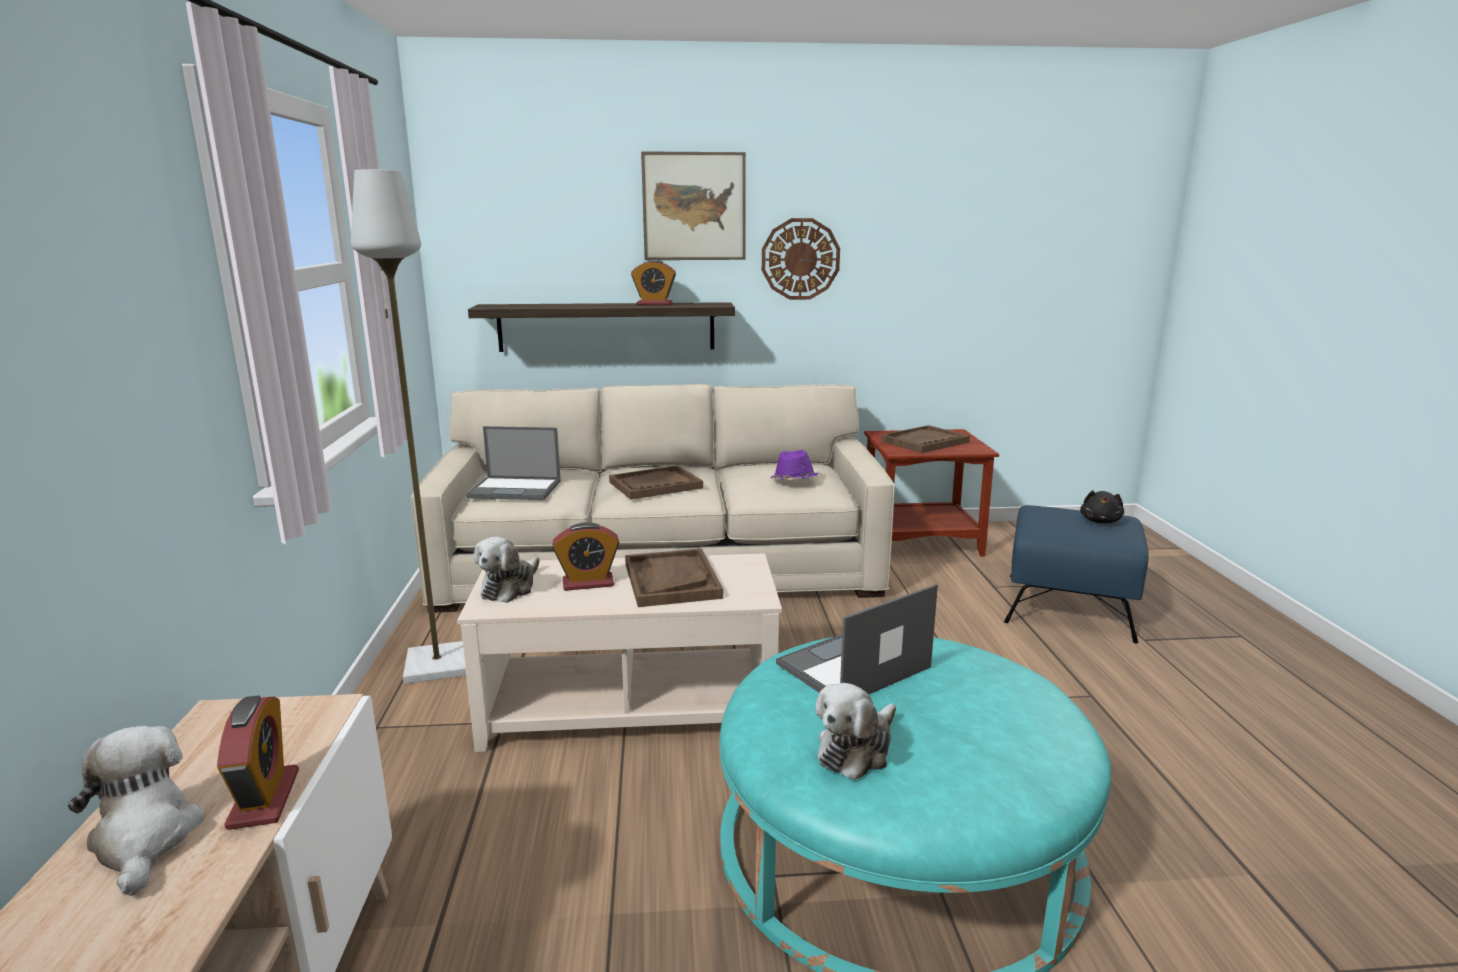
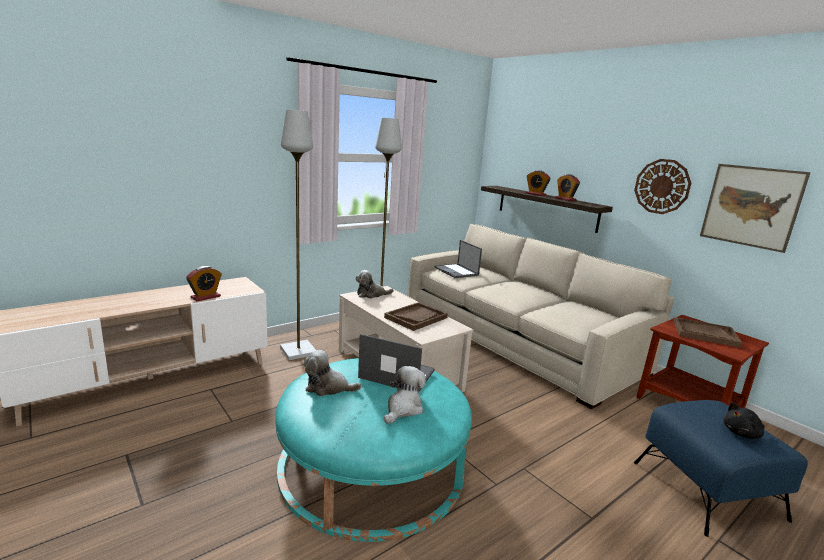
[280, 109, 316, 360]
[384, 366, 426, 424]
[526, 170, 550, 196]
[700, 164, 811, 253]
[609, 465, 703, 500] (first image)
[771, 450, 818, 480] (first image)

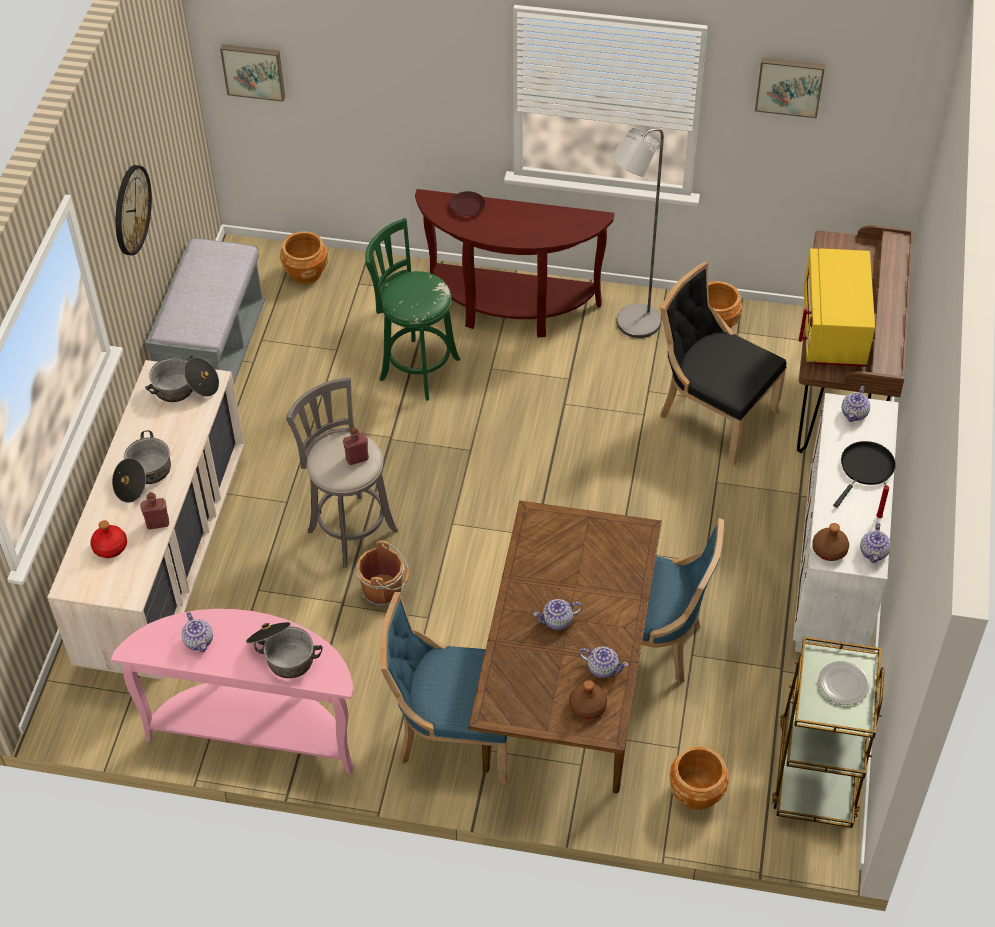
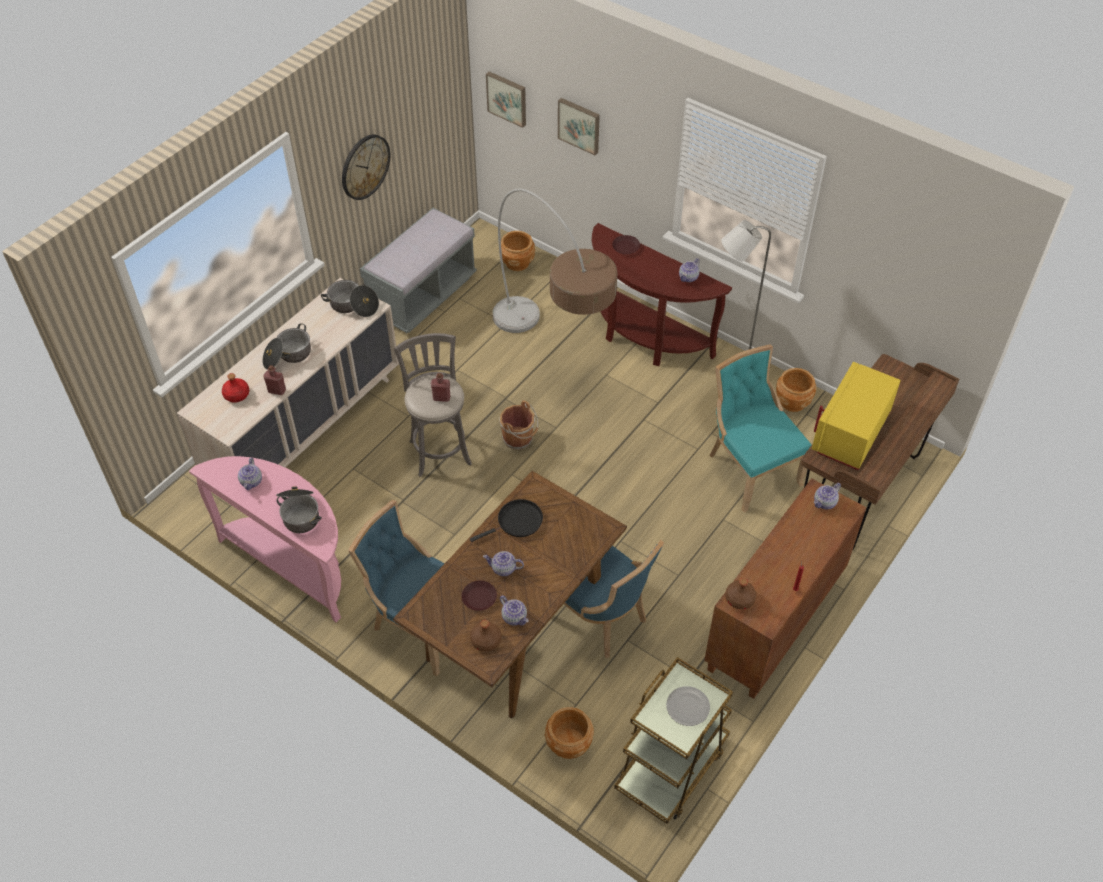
[462, 580, 497, 611]
[470, 499, 543, 542]
[493, 189, 618, 333]
[499, 401, 538, 449]
[558, 98, 600, 155]
[679, 258, 700, 282]
[704, 478, 867, 699]
[709, 344, 812, 512]

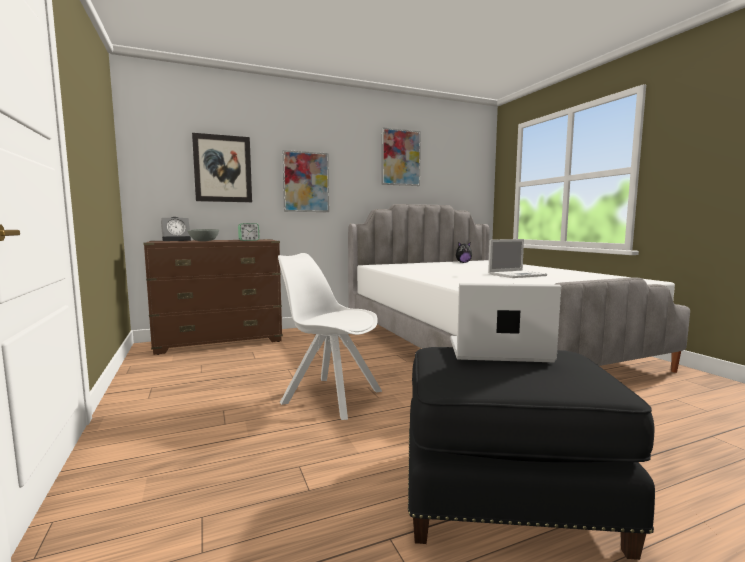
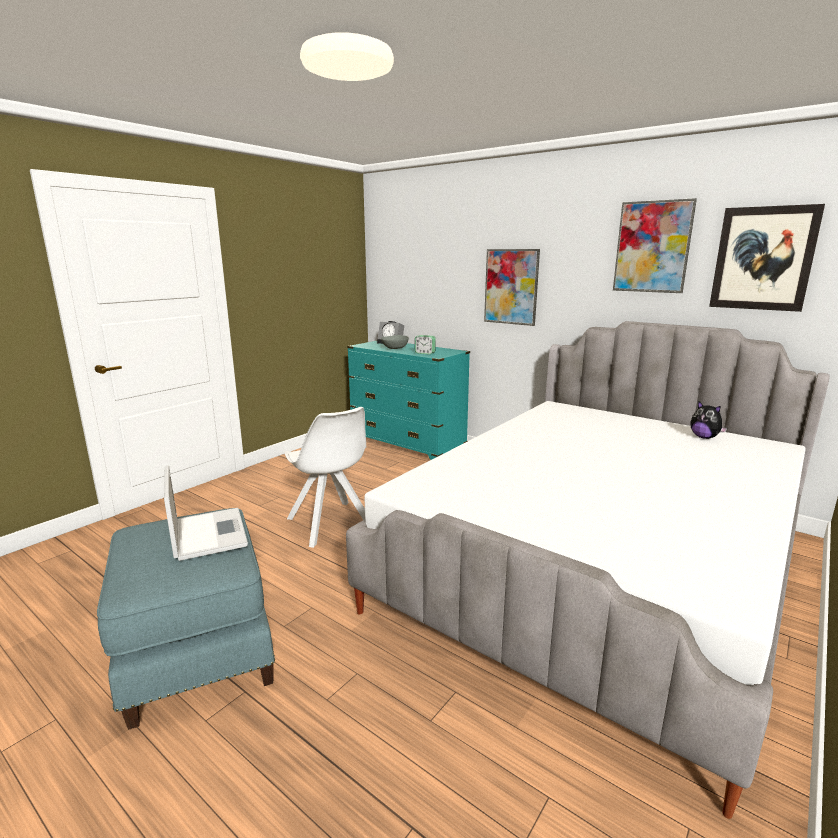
[97, 508, 275, 730]
[284, 407, 366, 548]
[347, 340, 470, 460]
[709, 204, 825, 312]
[488, 239, 547, 278] (first image)

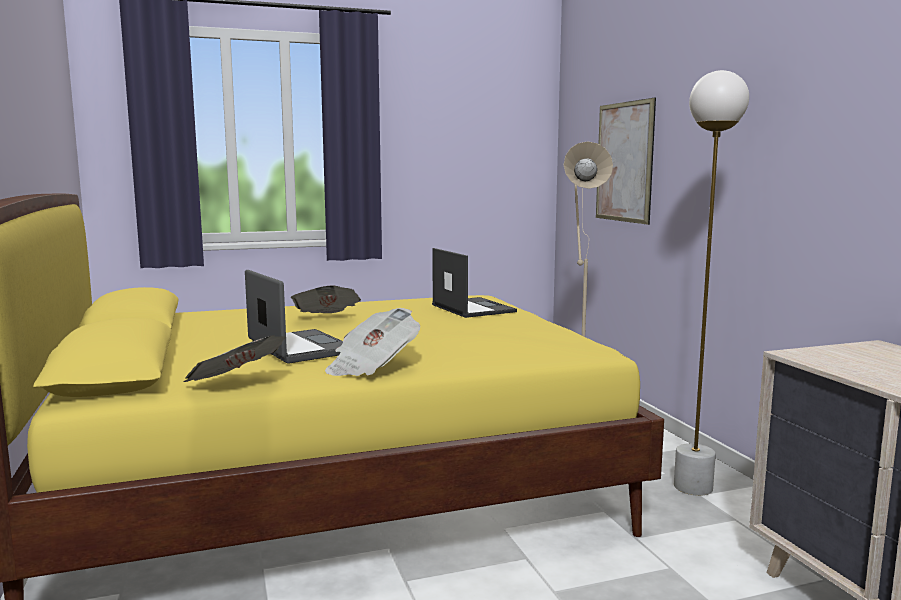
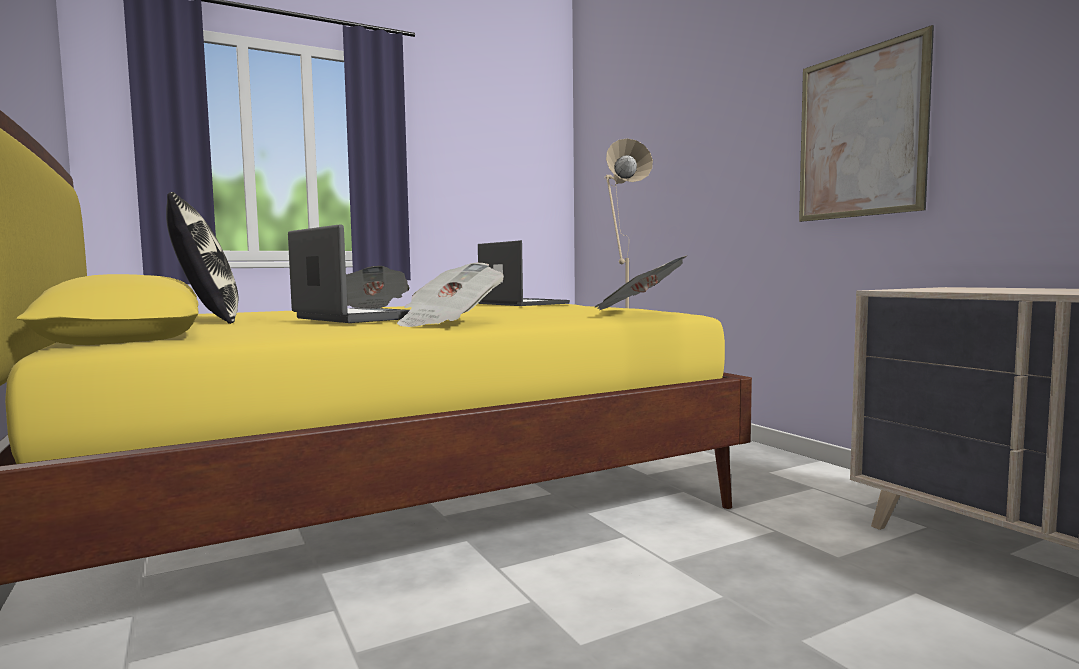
[166, 192, 238, 324]
[595, 255, 688, 310]
[799, 25, 934, 222]
[674, 70, 749, 496] (first image)

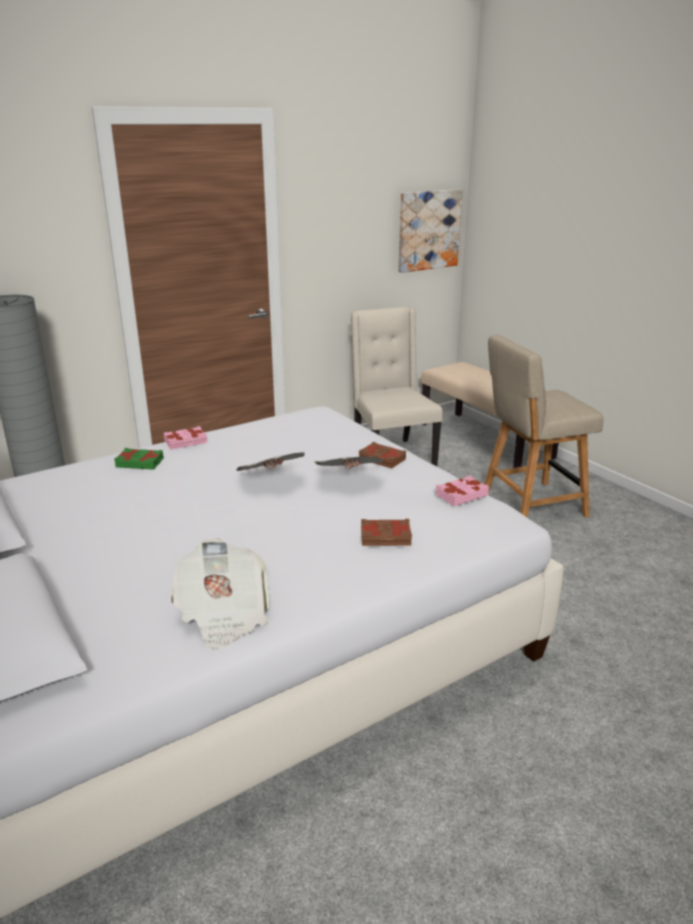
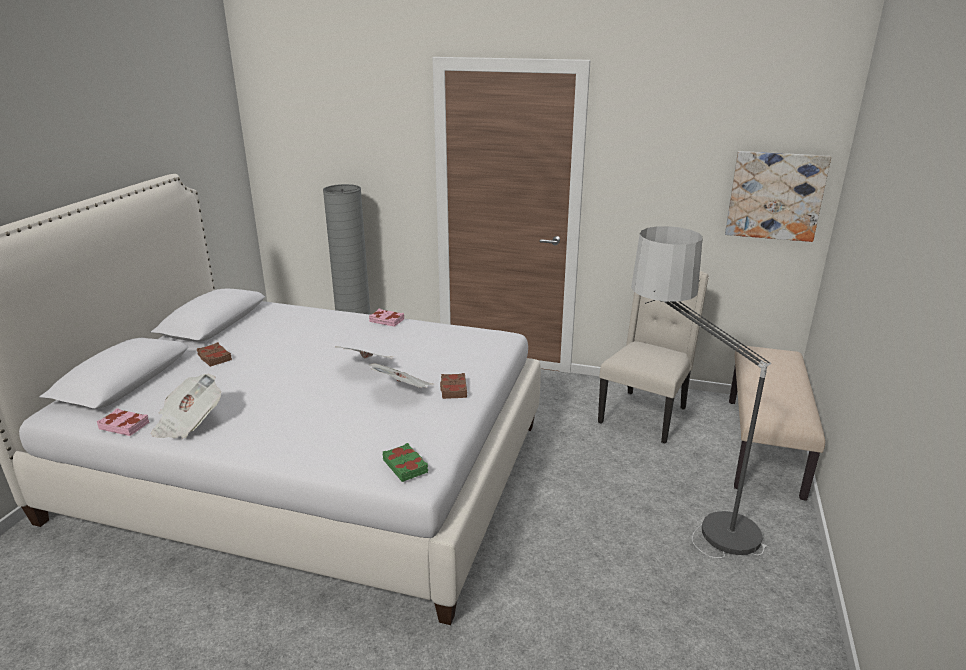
[96, 408, 149, 436]
[197, 342, 232, 367]
[382, 443, 428, 482]
[631, 226, 771, 558]

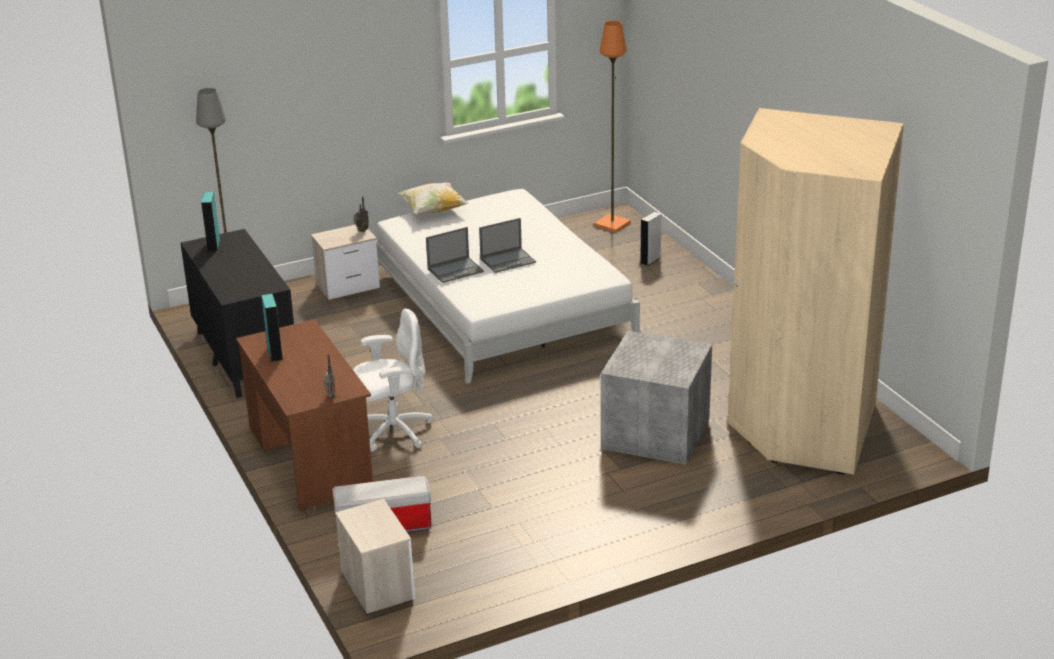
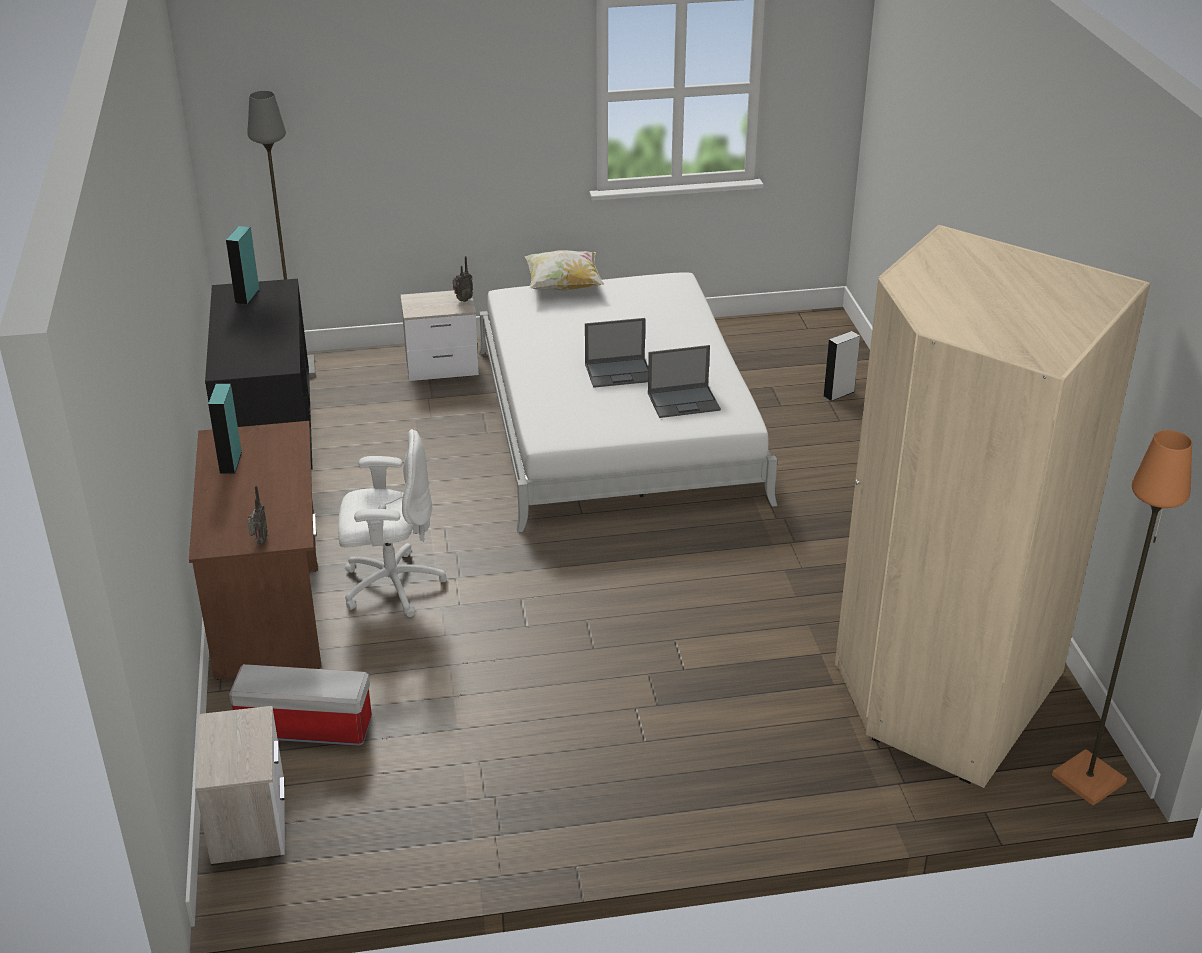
[648, 345, 721, 418]
[1052, 430, 1192, 806]
[601, 331, 712, 465] (first image)

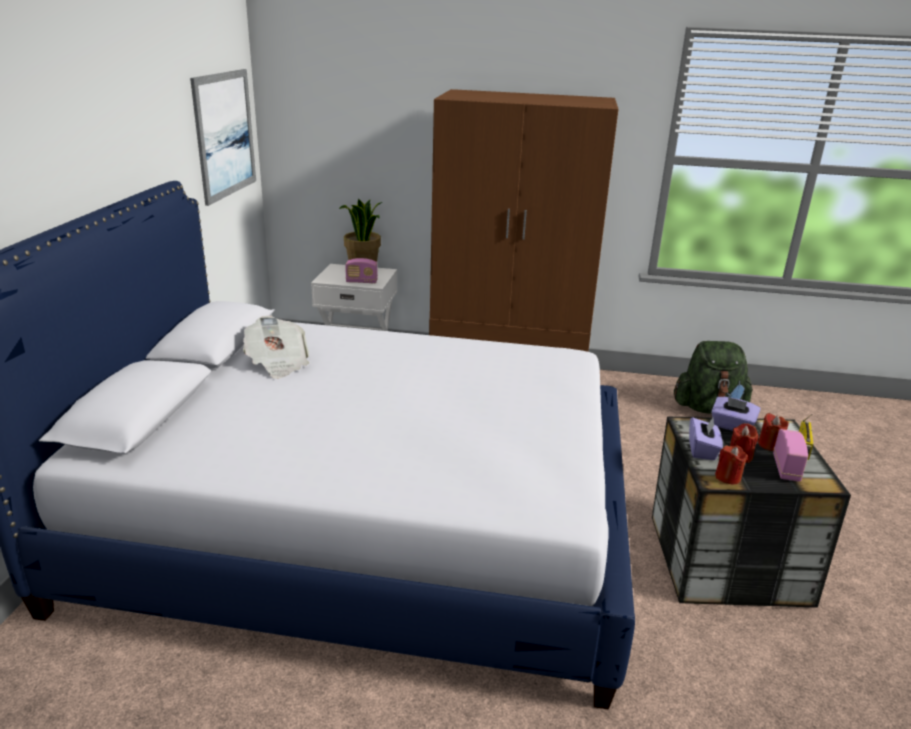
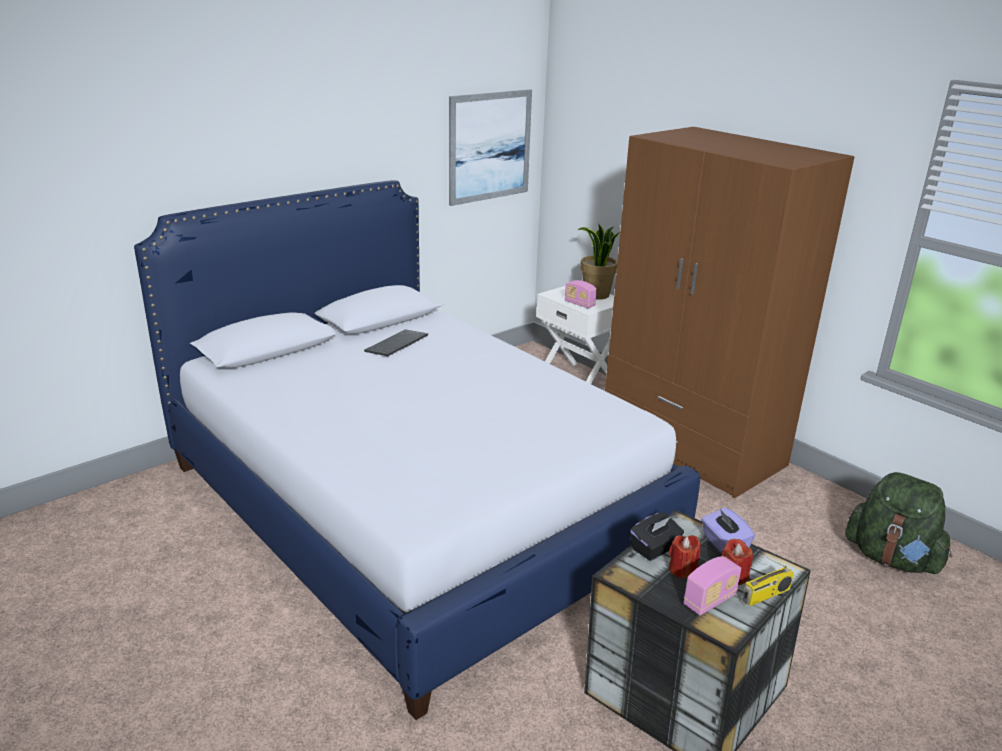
[364, 329, 428, 356]
[630, 512, 684, 561]
[715, 445, 748, 484] (first image)

